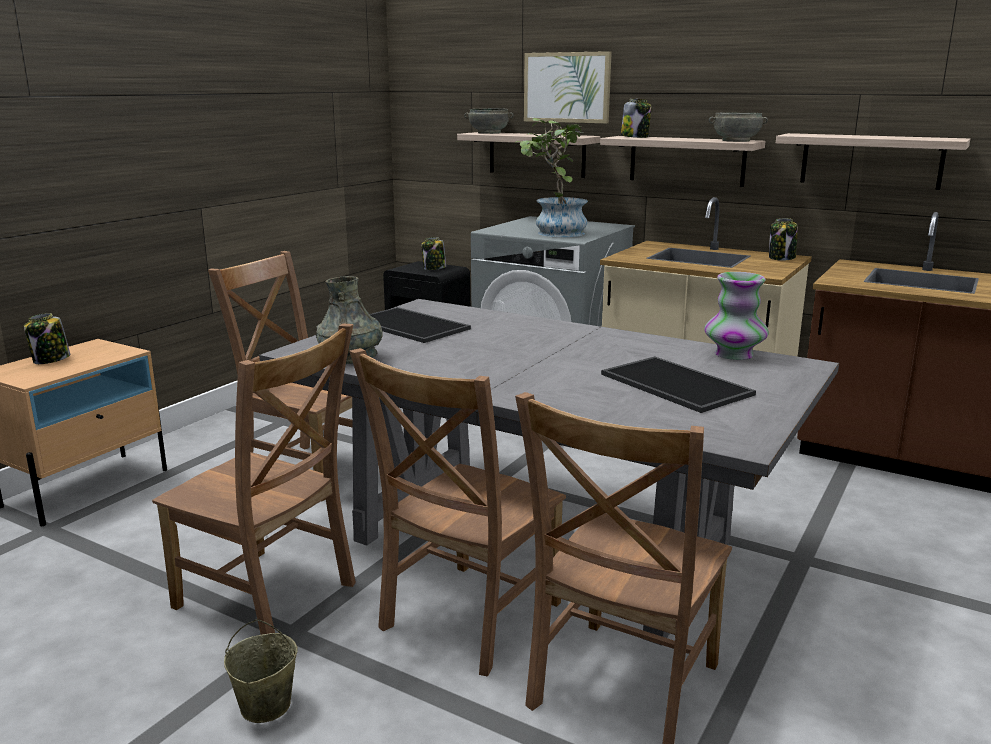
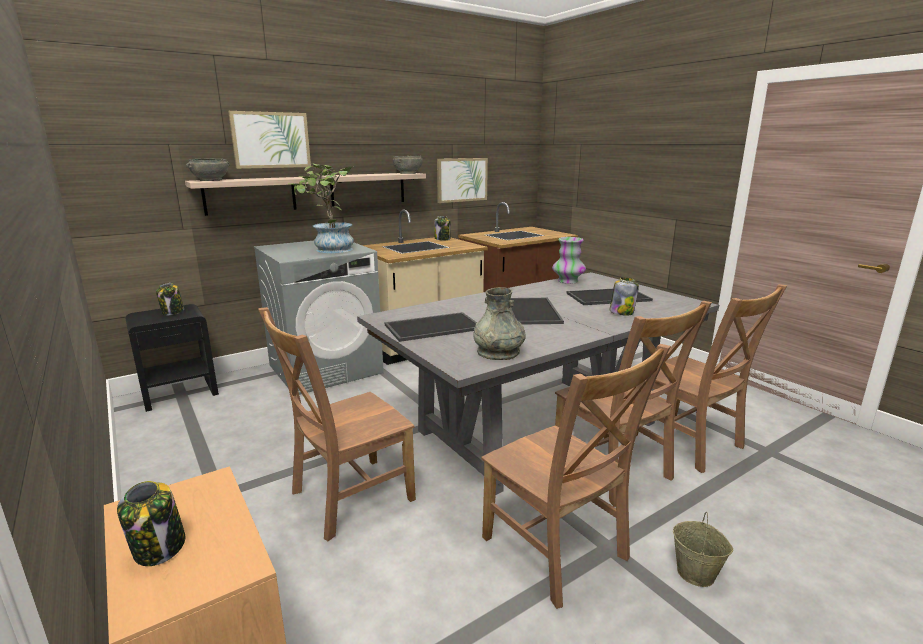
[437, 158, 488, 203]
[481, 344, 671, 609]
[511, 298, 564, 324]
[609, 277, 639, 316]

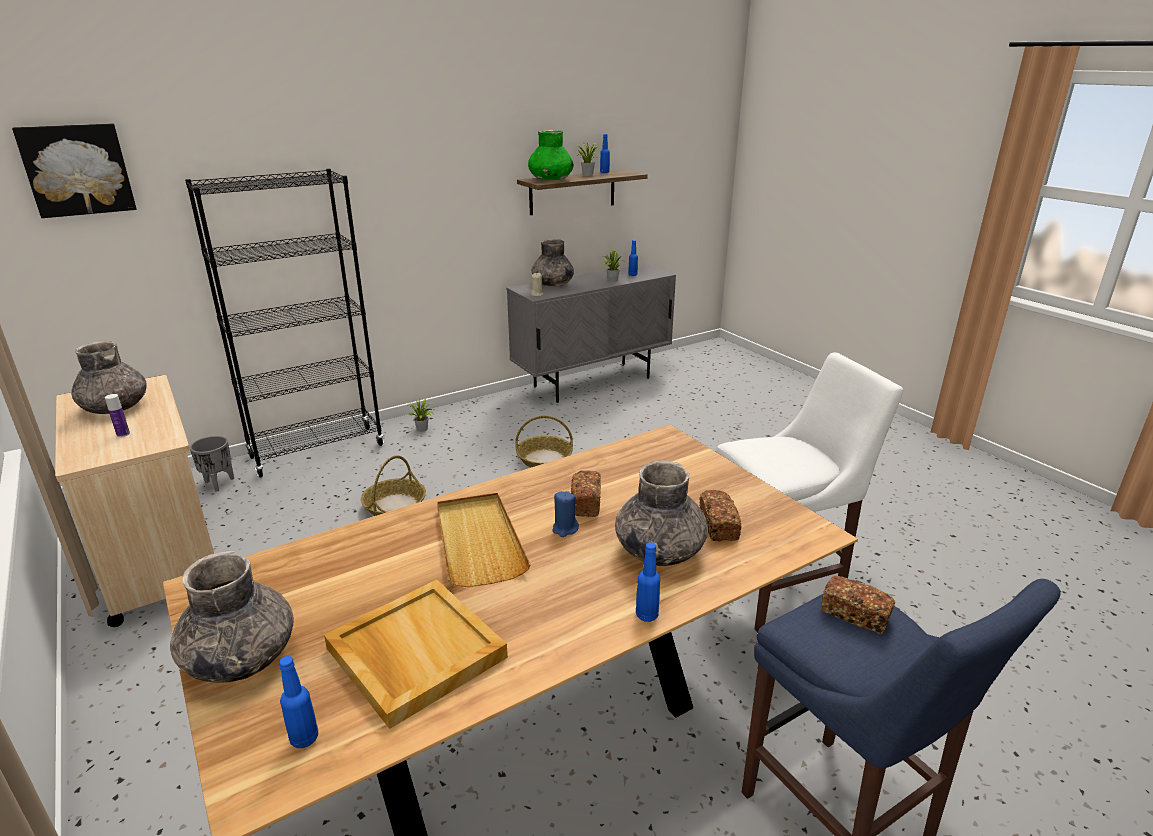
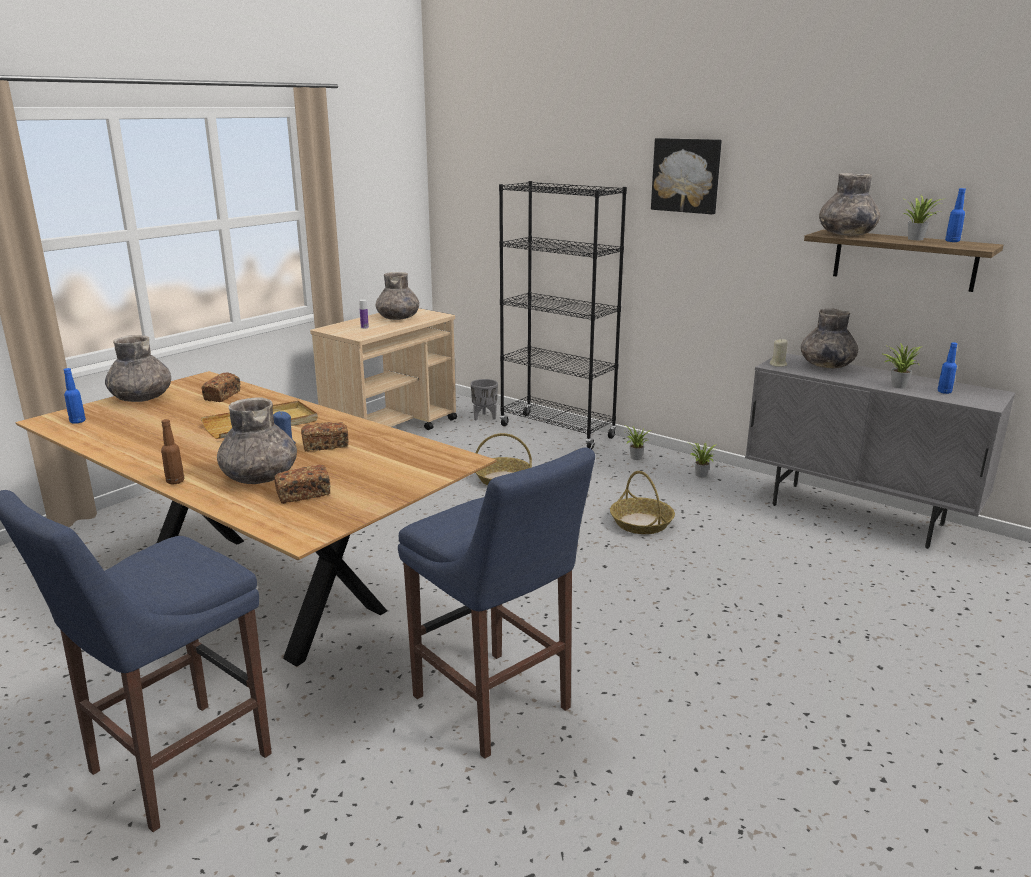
[161, 419, 184, 485]
[202, 373, 241, 402]
[398, 447, 595, 759]
[651, 138, 722, 214]
[686, 442, 717, 477]
[819, 173, 880, 236]
[324, 579, 508, 729] (first image)

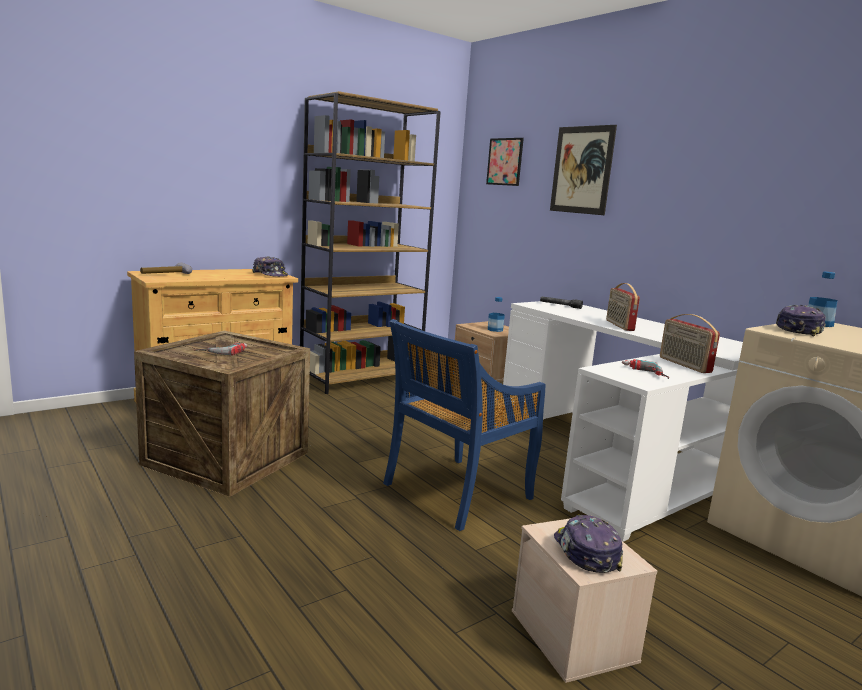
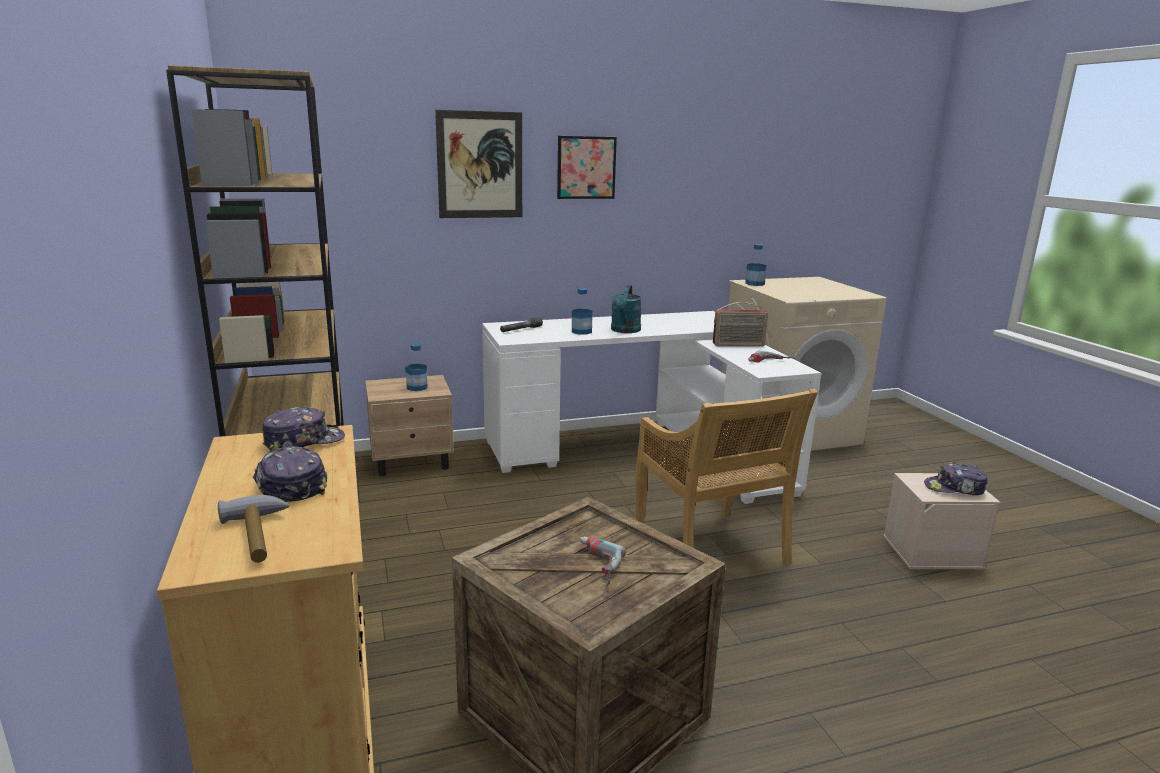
[253, 446, 327, 502]
[557, 136, 617, 199]
[572, 288, 593, 335]
[611, 285, 642, 333]
[635, 389, 818, 565]

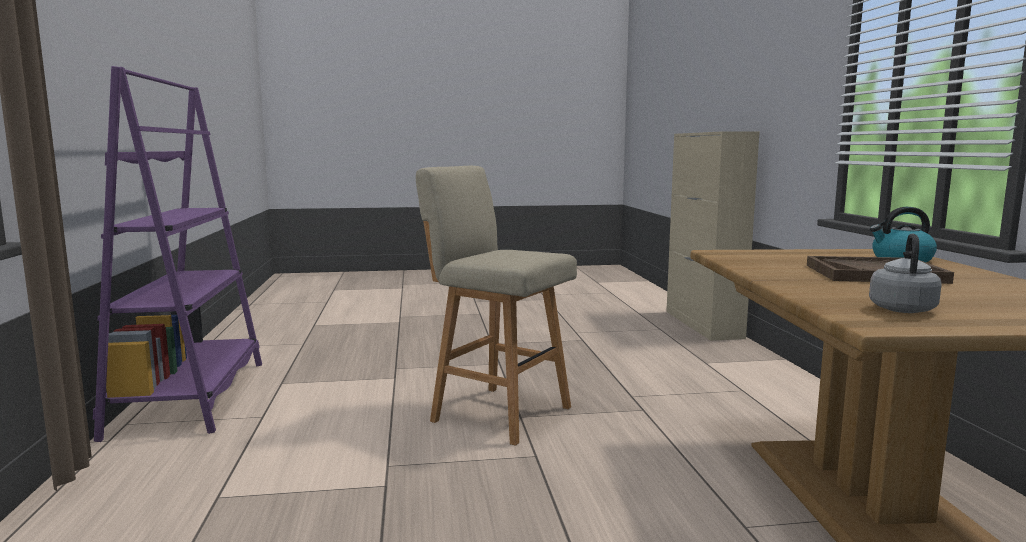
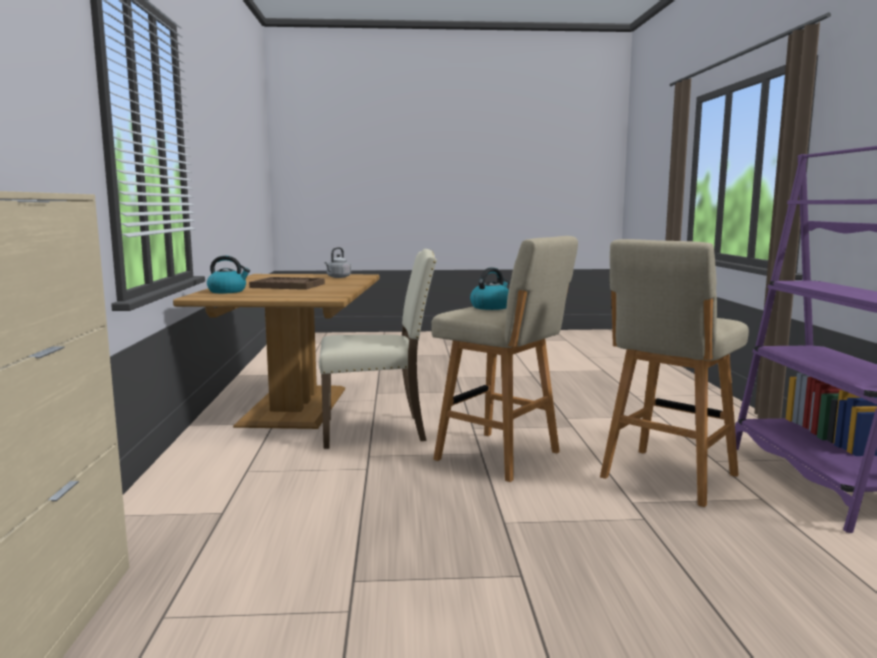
[319, 249, 437, 449]
[470, 268, 509, 310]
[600, 239, 749, 507]

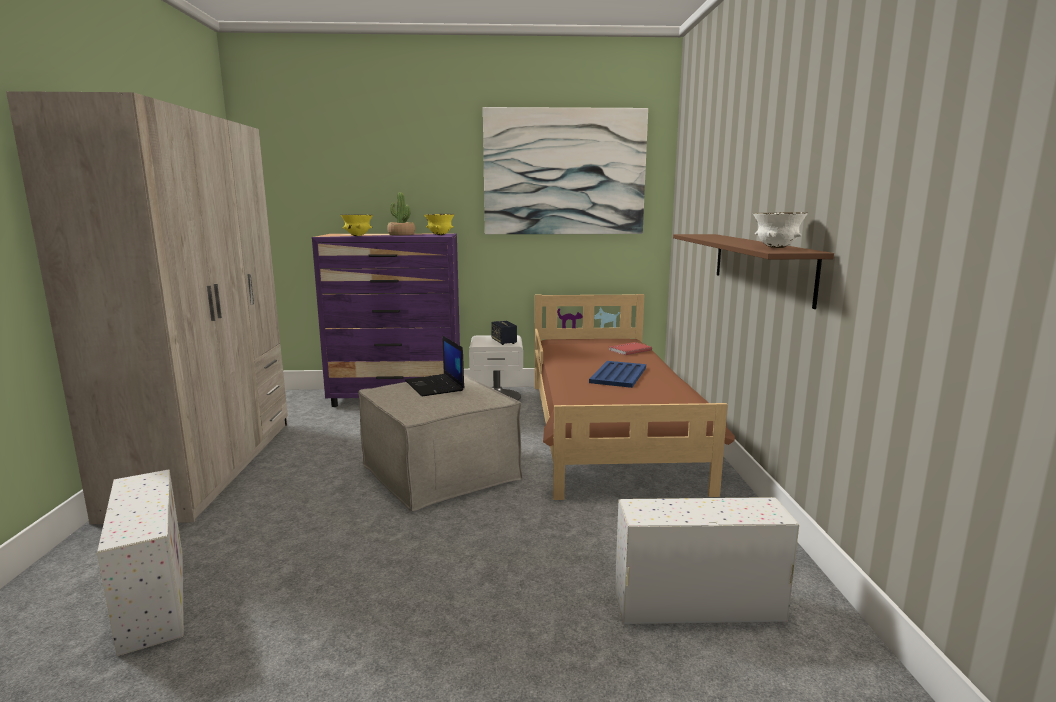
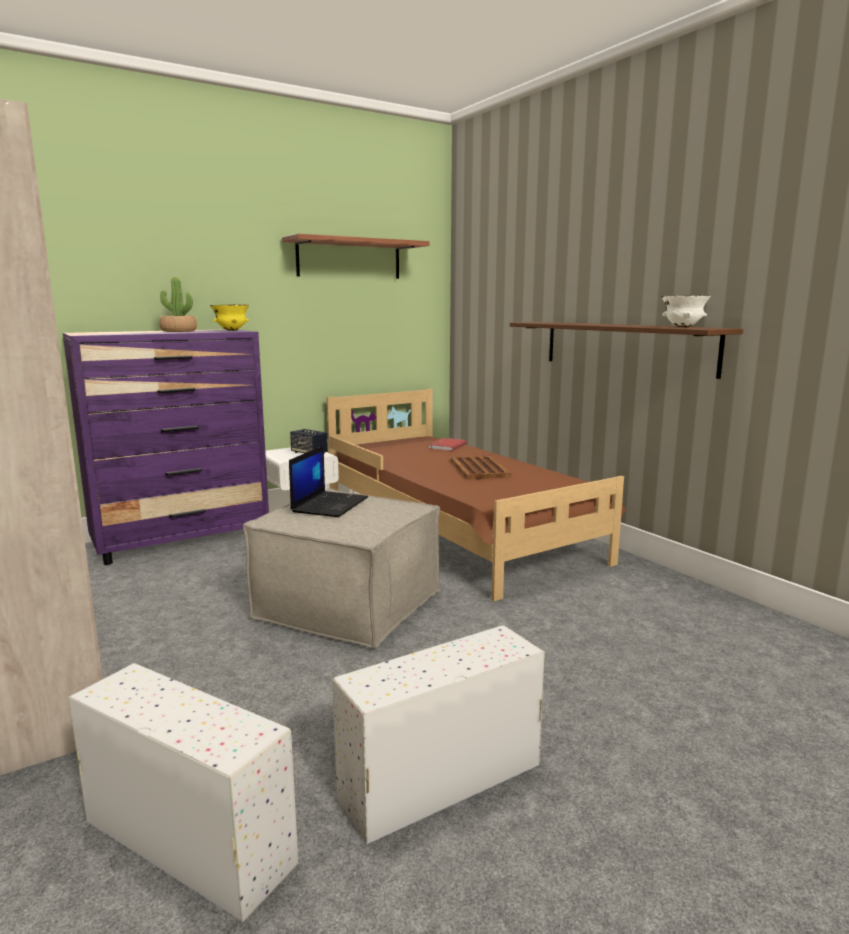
[282, 234, 429, 279]
[289, 445, 368, 517]
[332, 625, 545, 845]
[451, 456, 511, 479]
[341, 214, 373, 236] (first image)

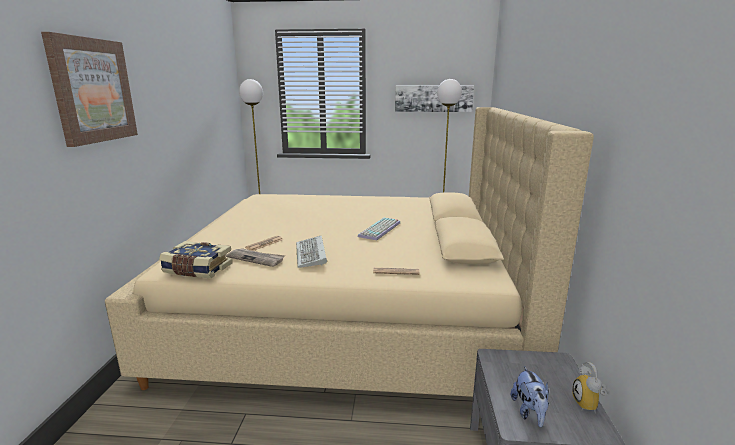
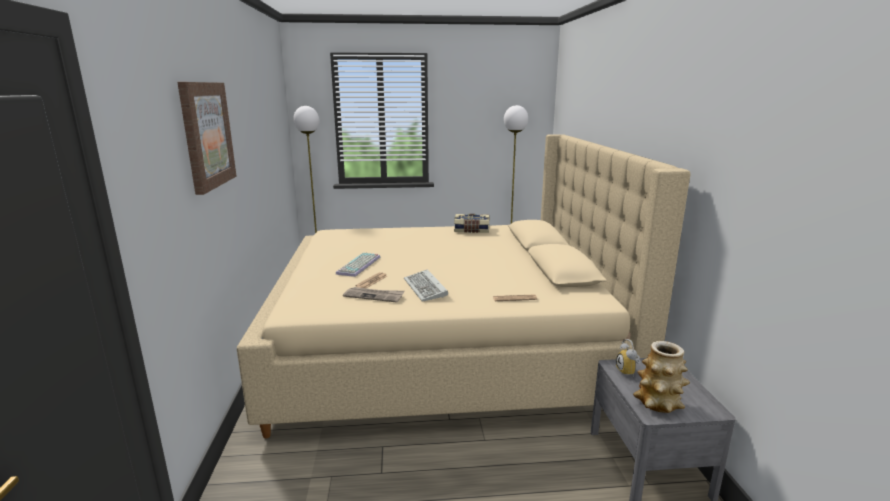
[336, 253, 380, 277]
[454, 214, 489, 233]
[616, 339, 641, 377]
[633, 341, 690, 413]
[395, 85, 474, 112] (first image)

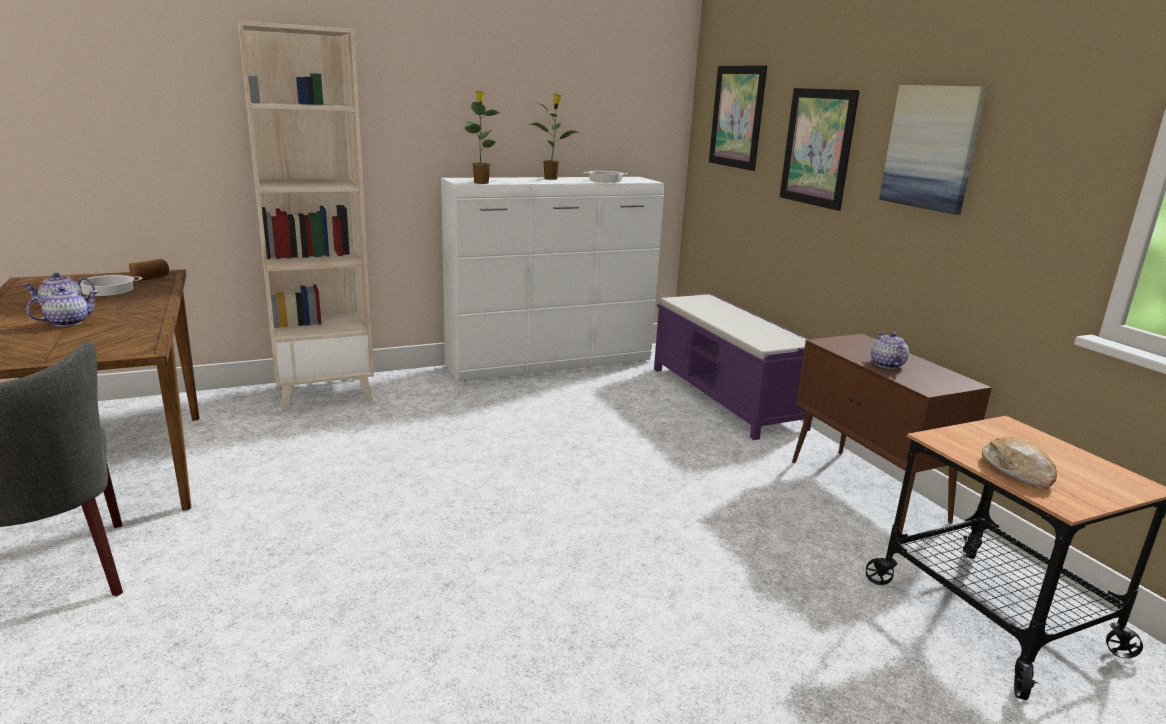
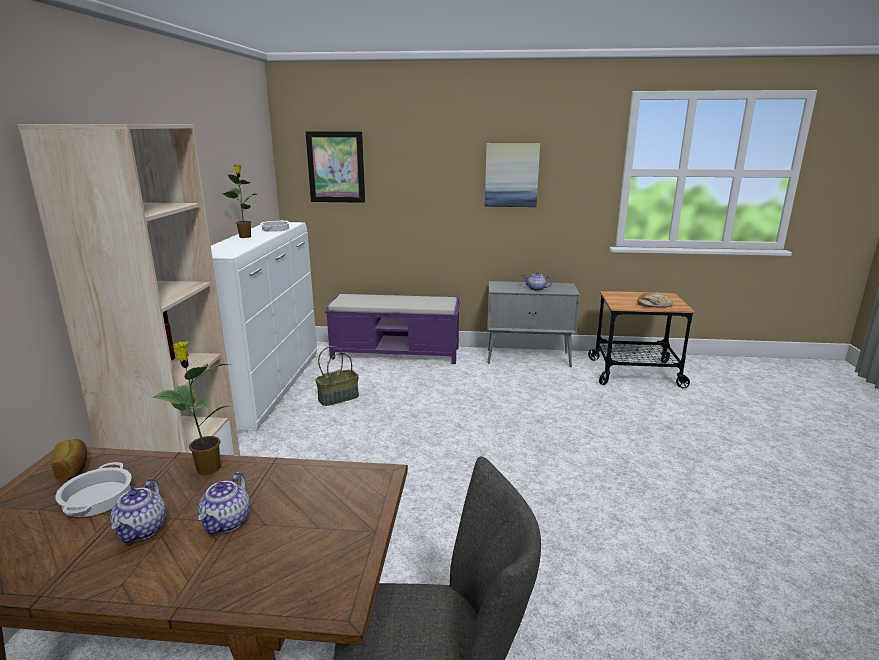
[152, 341, 229, 475]
[198, 472, 250, 534]
[315, 346, 359, 406]
[487, 281, 580, 367]
[780, 88, 860, 211] (first image)

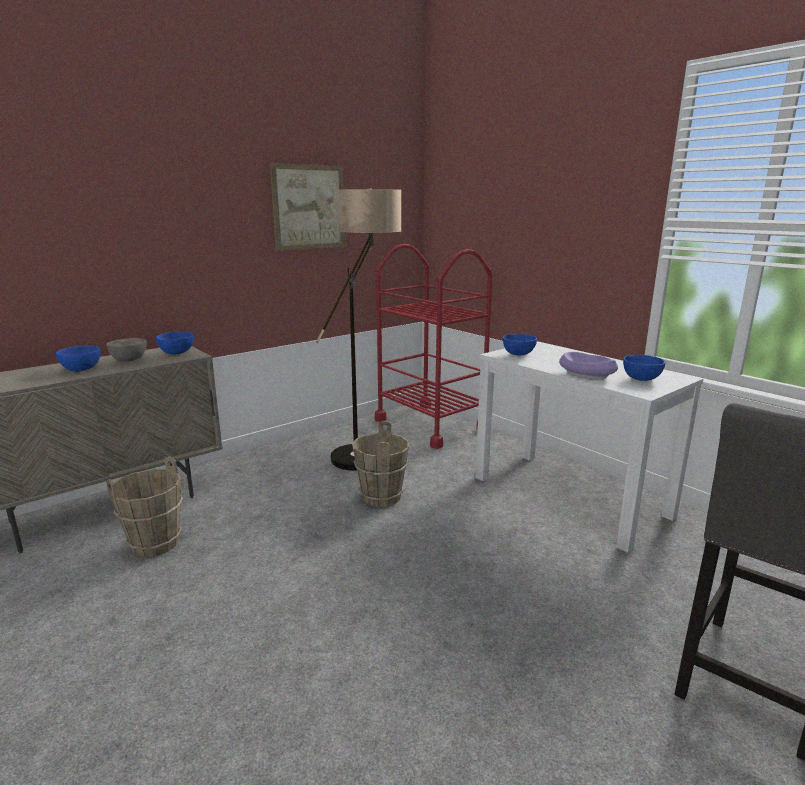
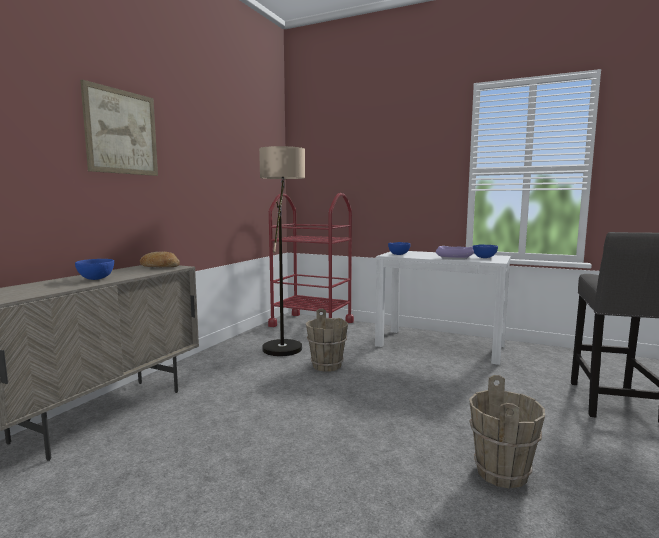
[80, 79, 158, 176]
[140, 252, 180, 267]
[469, 375, 545, 488]
[106, 338, 147, 361] (first image)

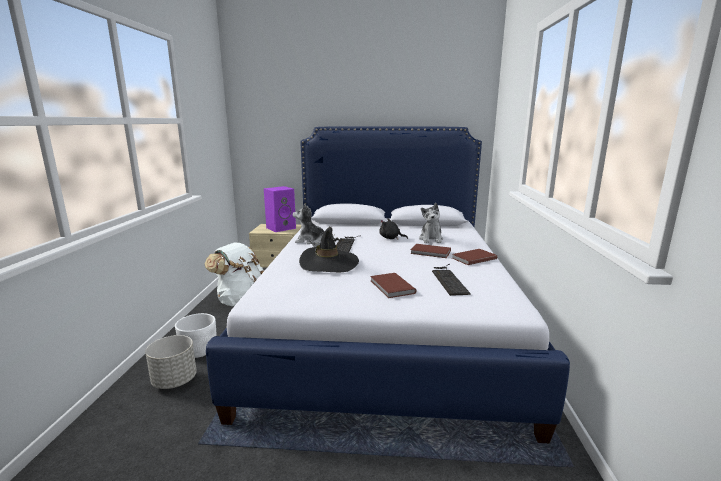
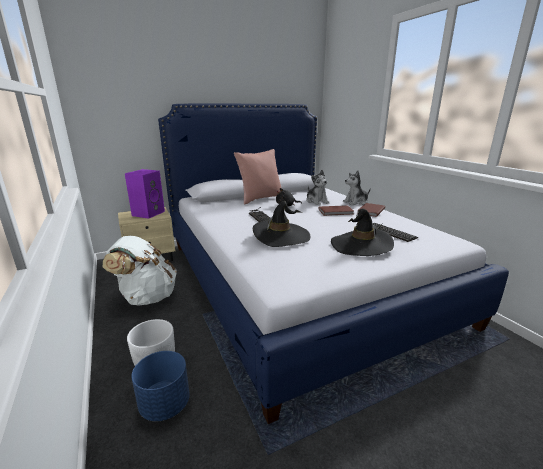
[131, 351, 190, 421]
[234, 149, 281, 204]
[331, 209, 394, 256]
[343, 170, 371, 205]

